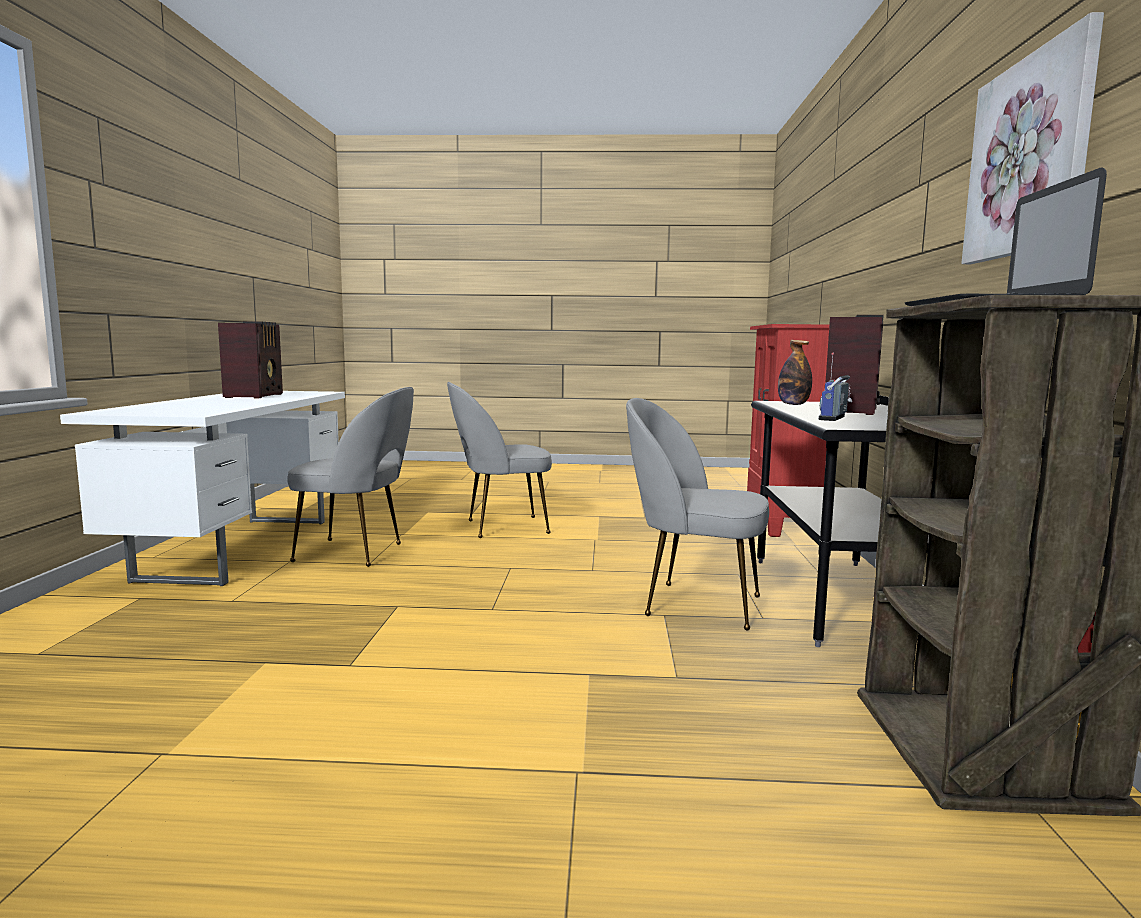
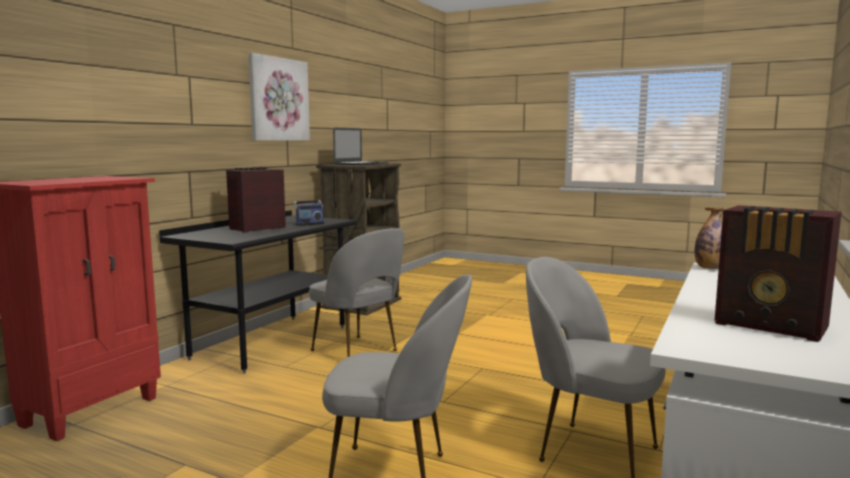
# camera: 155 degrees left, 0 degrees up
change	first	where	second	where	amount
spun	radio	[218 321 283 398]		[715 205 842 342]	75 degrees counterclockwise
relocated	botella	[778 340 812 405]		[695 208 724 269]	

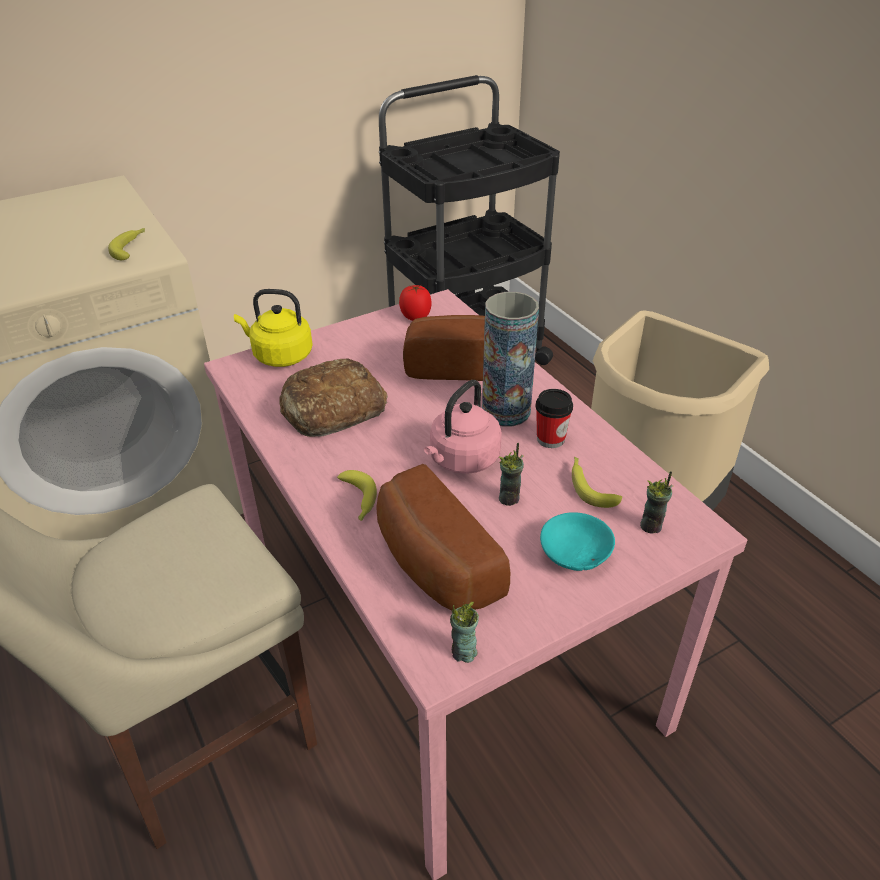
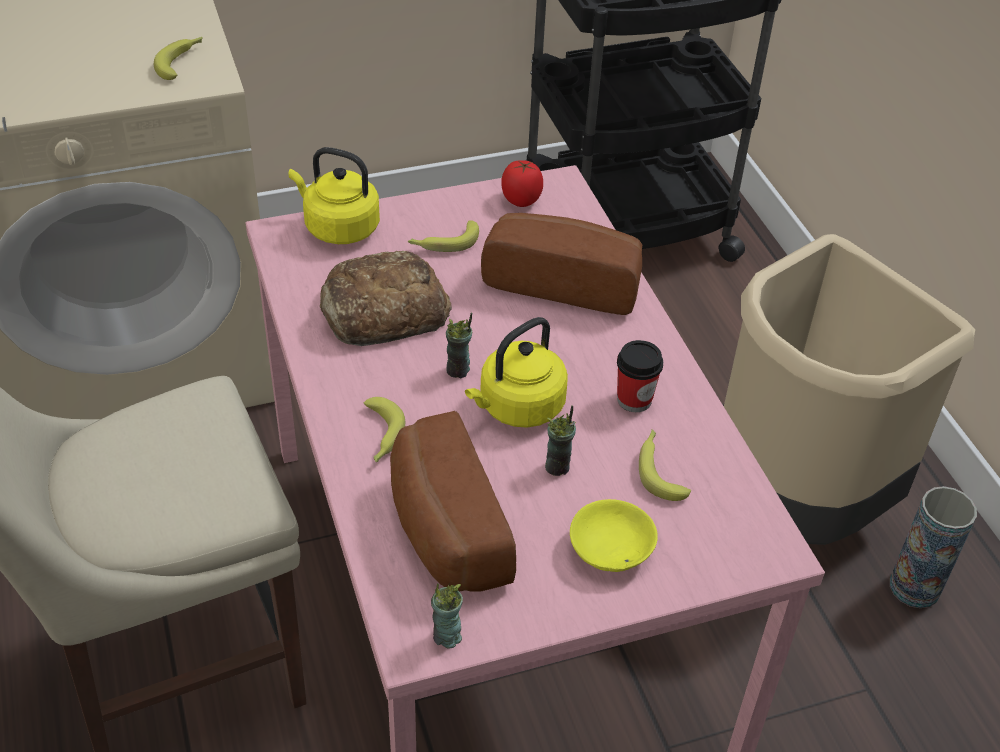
# camera: 10 degrees right, 5 degrees up
change	first	where	second	where	amount
colour	hervidor/rosa	[424 380 502 474]	hervidor/amarillo	[465 317 568 428]	
relocated	florero	[482 292 539 427]		[890 486 977 608]	
colour	cuenco/turquesa	[540 512 615 571]	cuenco/amarillo	[570 499 658 572]	
relocated	taza	[640 471 673 533]		[446 313 472 378]	
appeared			plátano	[408 220 479 252]	

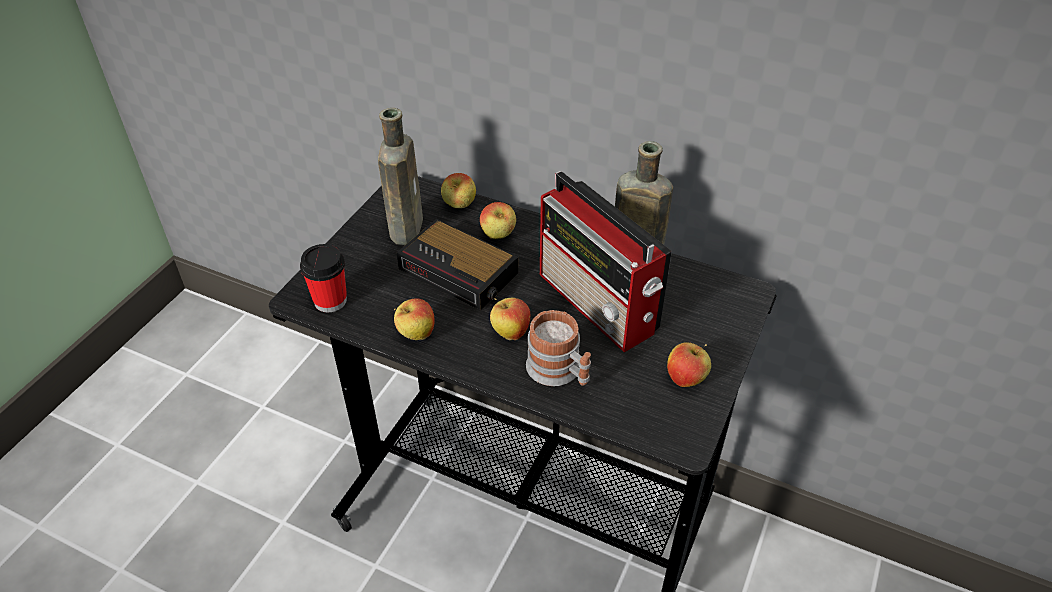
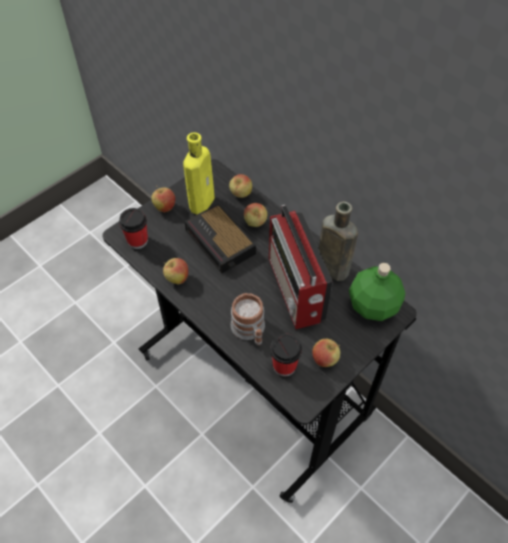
# camera: 20 degrees right, 10 degrees up
change	first	where	second	where	amount
colour	botella/marrón	[378 108 423 245]	botella/amarillo	[183 132 215 214]	
relocated	manzana	[490 298 531 340]		[151 186 175 212]	
appeared			taza	[270 334 302 376]	
appeared			botella/verde	[349 263 405 321]	

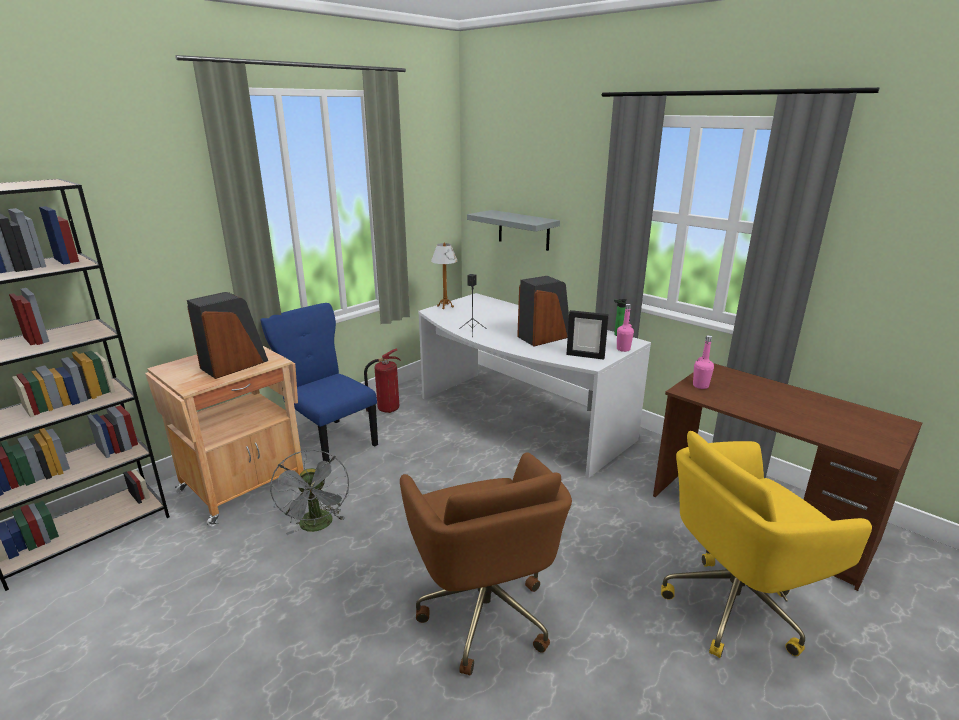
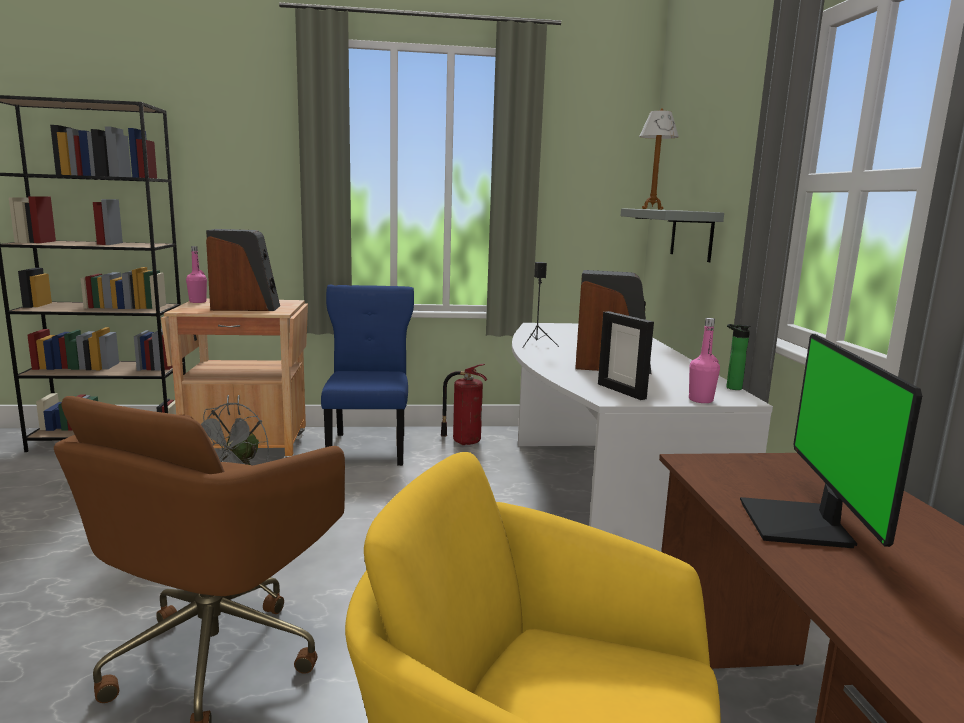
# camera: 40 degrees right, 10 degrees down
change	first	where	second	where	amount
relocated	lámpara de mesa	[431 243 458 309]		[639 108 679 210]	
relocated	botella/rosa	[693 335 714 389]		[186 246 207 303]	
appeared			monitor	[740 334 922 548]	

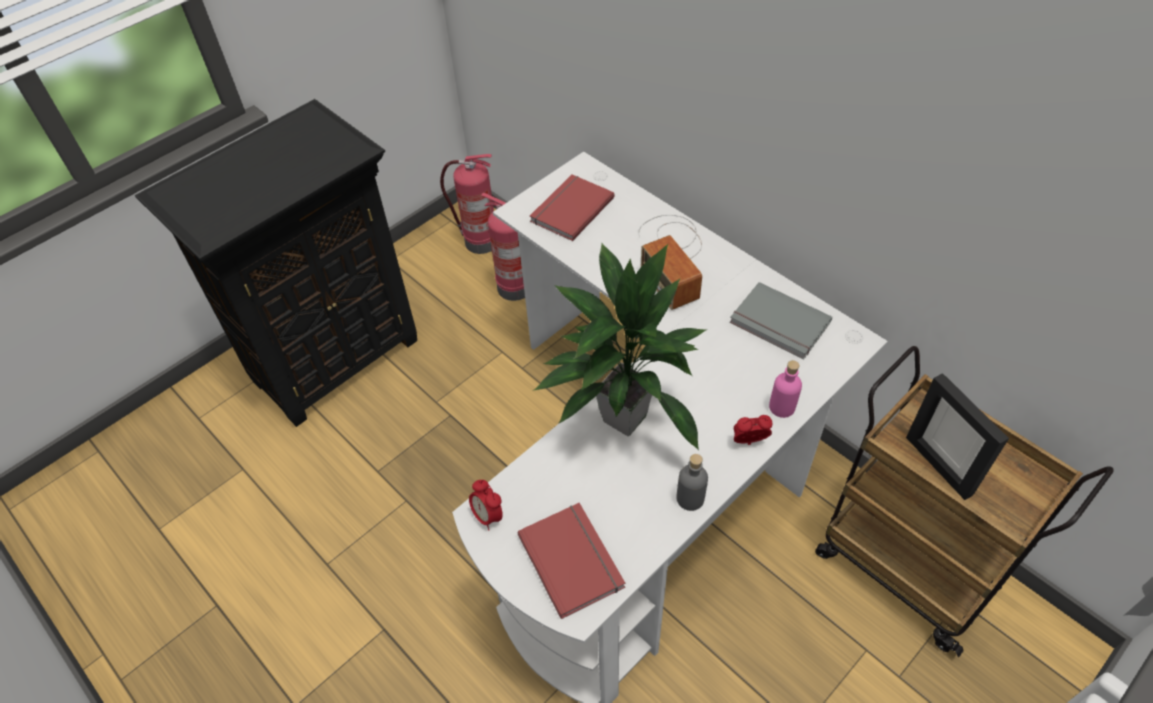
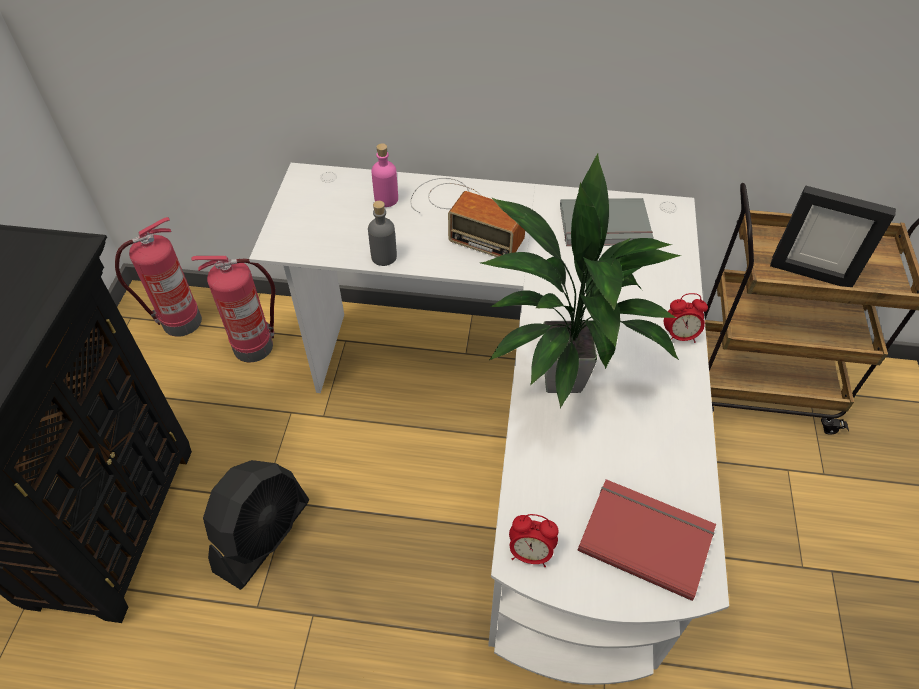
# camera: 40 degrees left, 0 degrees up
change	first	where	second	where	amount
missing	libro/rojo	[530 174 614 241]			
relocated	botella/gris	[676 454 708 511]		[368 201 397 266]	
spun	despertador	[734 415 772 445]		[664 293 708 343]	135 degrees counterclockwise
relocated	botella/rosa	[769 360 802 418]		[371 143 398 207]	
appeared			ventilador/negro	[203 460 309 590]	

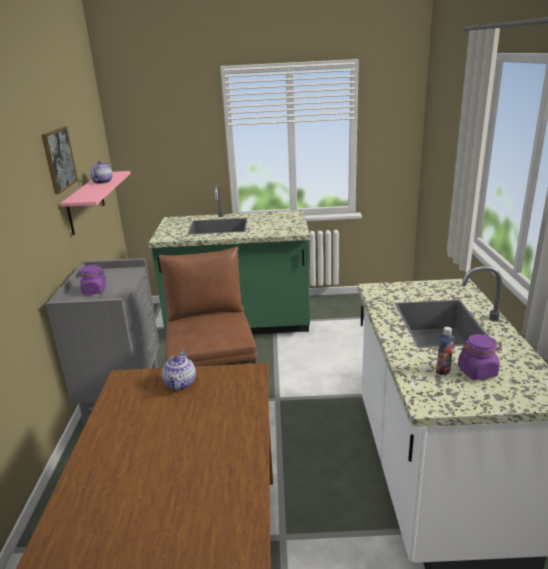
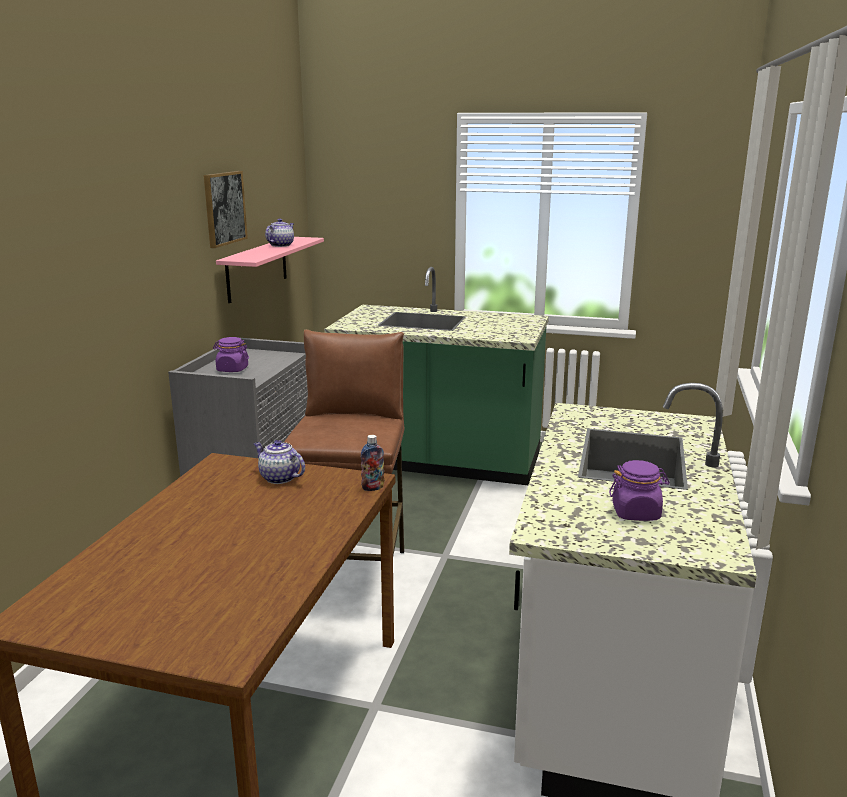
# camera: 15 degrees right, 5 degrees down
change	first	where	second	where	amount
spun	tetera	[162 350 196 391]		[254 440 305 484]	105 degrees clockwise
relocated	botella	[436 327 454 375]		[361 435 384 491]	

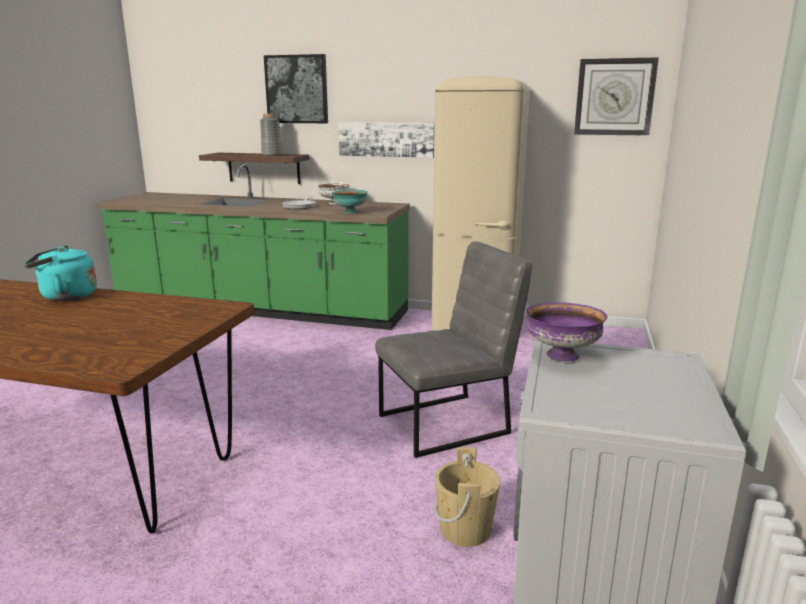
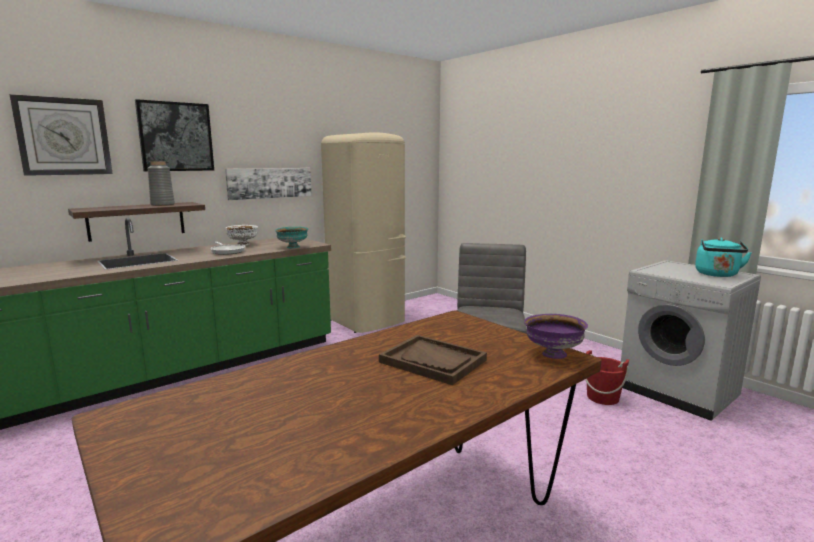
# camera: 55 degrees left, 5 degrees down
change	first	where	second	where	amount
relocated	hervidor/turquesa	[24 245 97 301]		[695 238 752 277]	
colour	cubo/beis	[434 447 500 547]	cubo/rojo	[585 350 629 405]	
relocated	cuenco/morado	[526 302 608 361]		[524 314 588 359]	
relocated	reloj de pared	[574 57 659 136]		[10 94 113 176]	
appeared			bandeja/marrón	[379 335 487 385]	

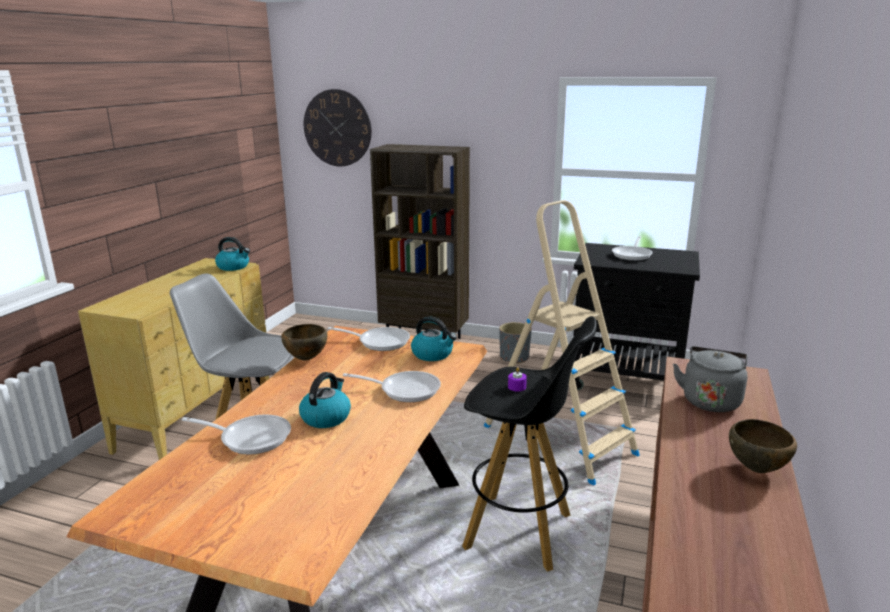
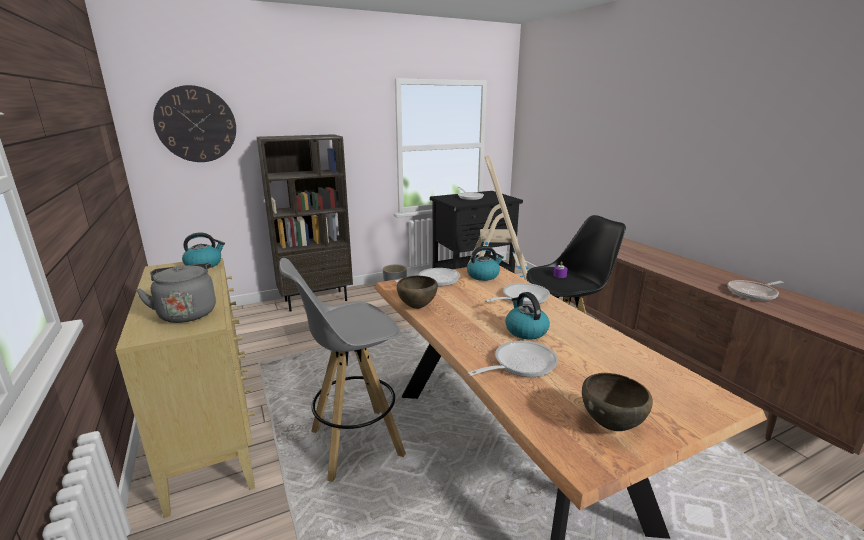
# camera: 45 degrees left, 0 degrees up
change	first	where	second	where	amount
relocated	hervidor/gris	[673 346 748 412]		[136 263 216 323]	
relocated	cuenco/marrón	[729 419 797 473]		[582 373 653 431]	
appeared			sartén	[727 280 783 301]	

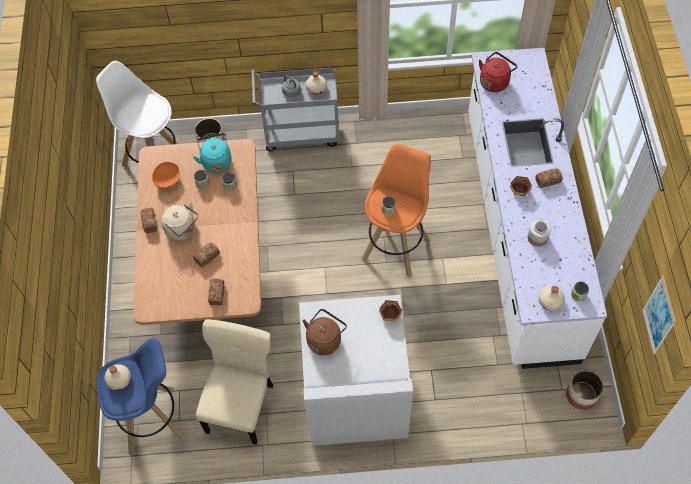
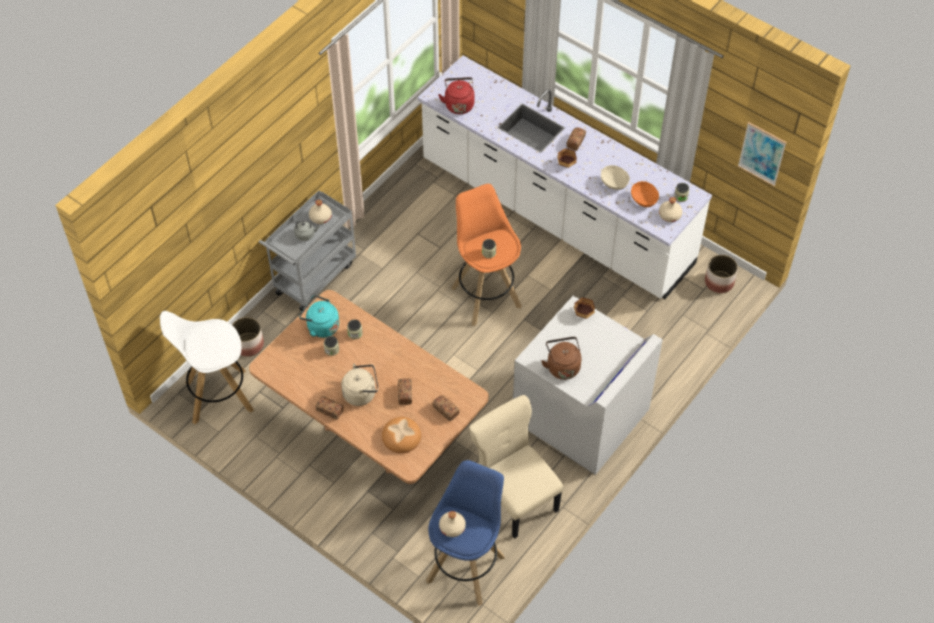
# camera: 50 degrees left, 5 degrees down
change	first	where	second	where	amount
relocated	cuenco/naranja	[152 162 180 189]		[631 181 659 207]	
exchanged	tarro	[528 220 551 247]	cuenco/beis	[601 165 630 190]	
appeared			pan	[382 417 421 453]	

